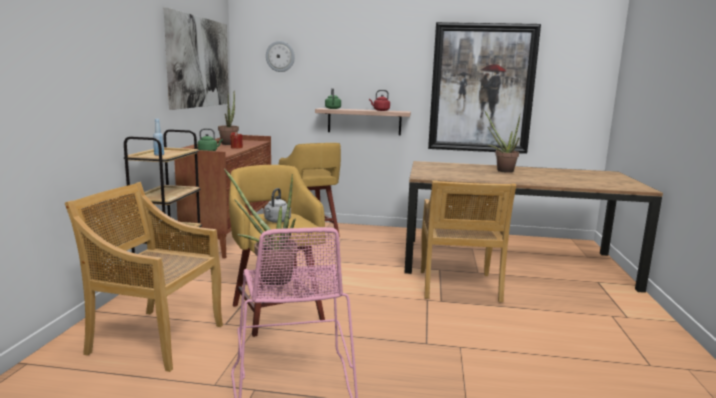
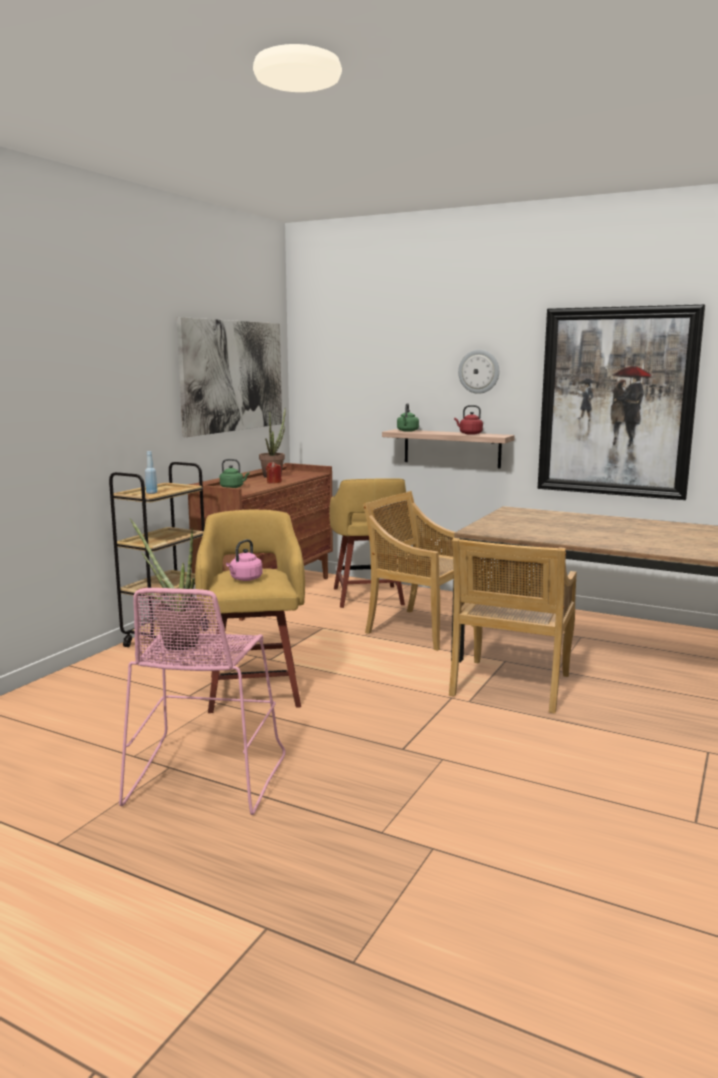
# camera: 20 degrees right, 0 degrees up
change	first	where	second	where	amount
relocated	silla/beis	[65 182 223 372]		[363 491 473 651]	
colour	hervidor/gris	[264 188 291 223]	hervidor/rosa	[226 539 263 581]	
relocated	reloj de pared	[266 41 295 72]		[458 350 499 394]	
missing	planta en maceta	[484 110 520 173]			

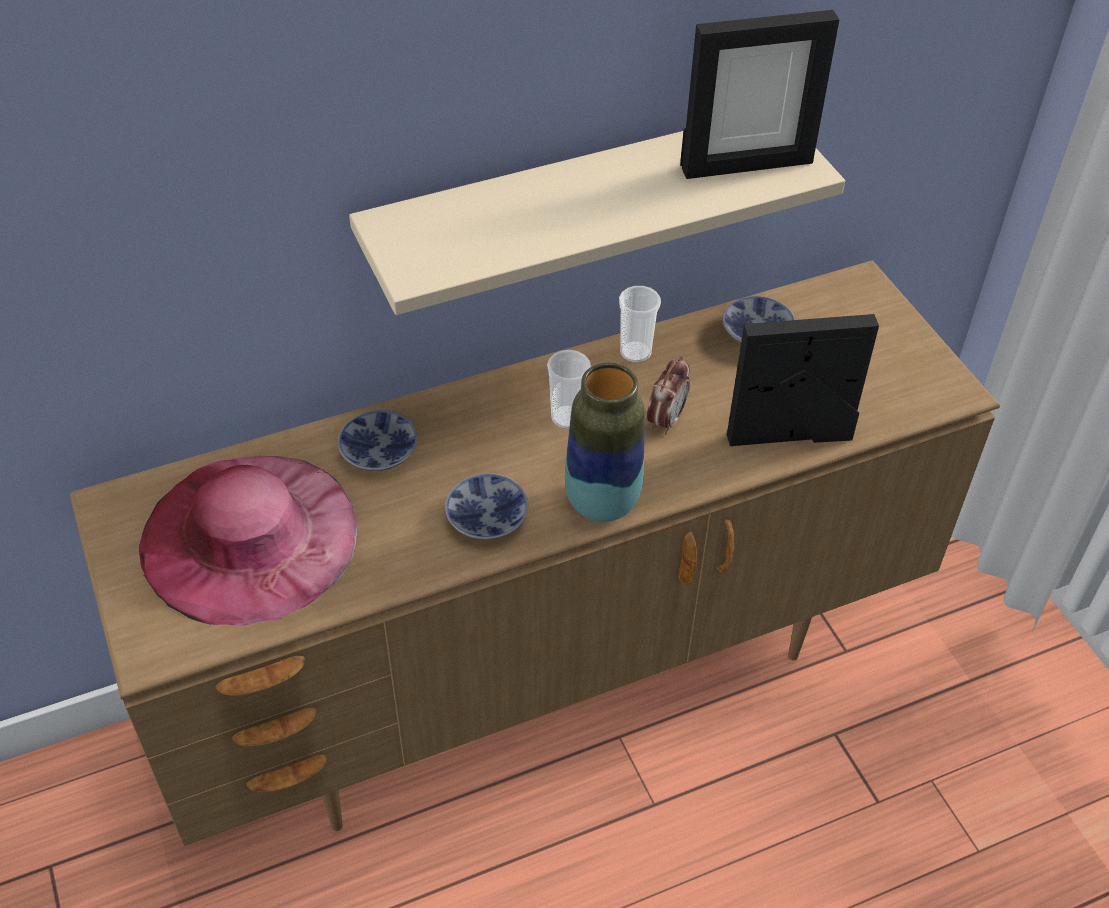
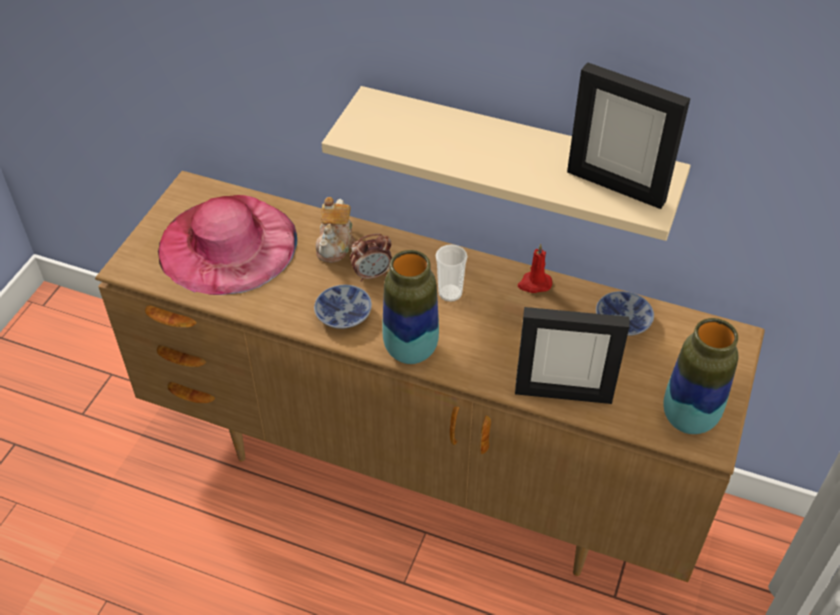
# camera: 45 degrees right, 0 degrees up
change	first	where	second	where	amount
exchanged	cuenco	[338 410 418 471]	tetera	[315 197 355 263]	
exchanged	taza	[619 286 661 363]	vela/rojo	[518 244 552 293]	
relocated	despertador	[647 356 690 435]		[350 234 392 282]	
spun	portarretratos	[727 314 879 446]		[515 307 629 404]	150 degrees clockwise
appeared			florero	[663 318 738 434]	

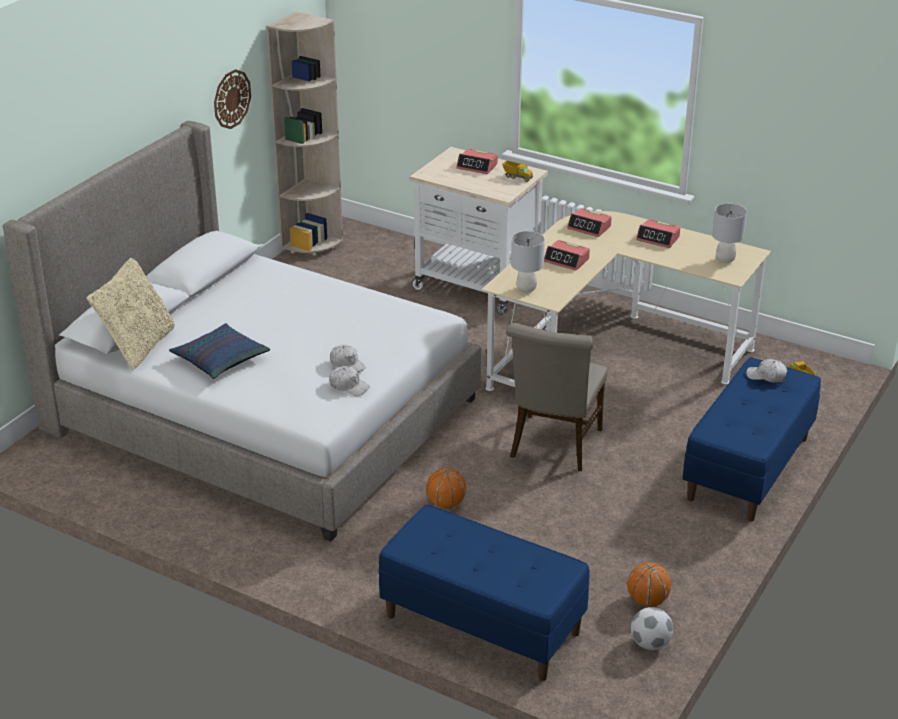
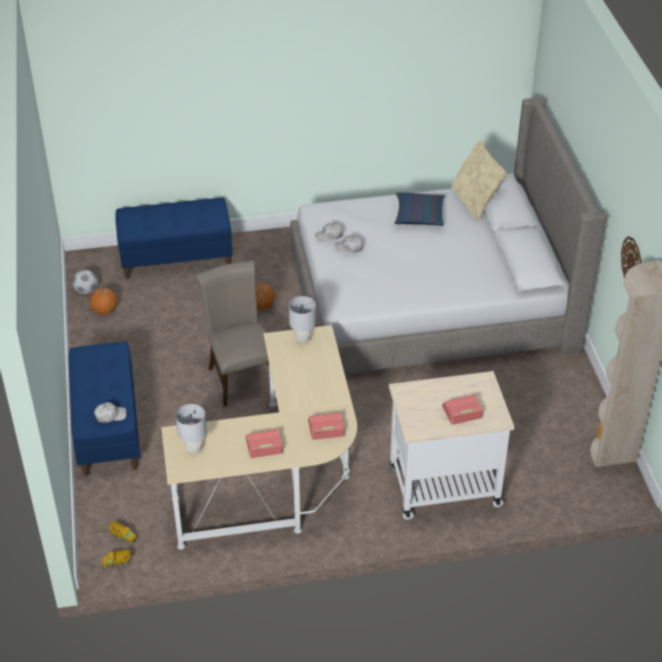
# camera: 140 degrees right, 10 degrees up
change	first	where	second	where	amount
relocated	camión de juguete	[502 161 533 182]		[102 549 131 569]	
missing	despertador	[544 240 590 271]			

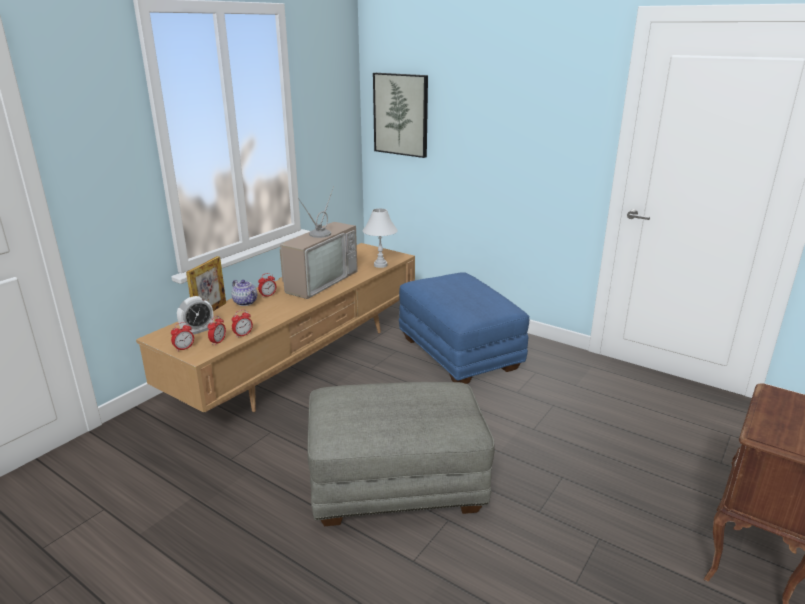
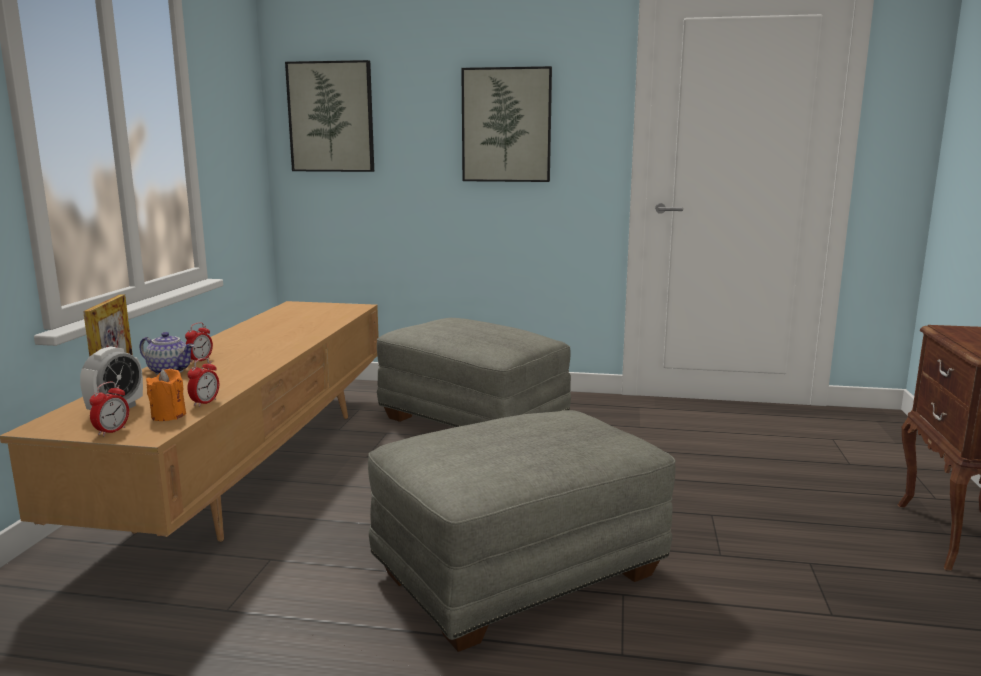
# camera: 25 degrees left, 10 degrees down
change	first	where	second	where	amount
exchanged	despertador	[208 316 226 346]	vela/naranja	[146 369 186 421]	
missing	televisor	[280 186 358 299]			
missing	lámpara de mesa/blanco	[363 208 398 268]			
colour	puf/azul	[399 272 530 384]	puf/gris	[377 318 571 427]	
appeared			cuadro	[461 66 552 182]	

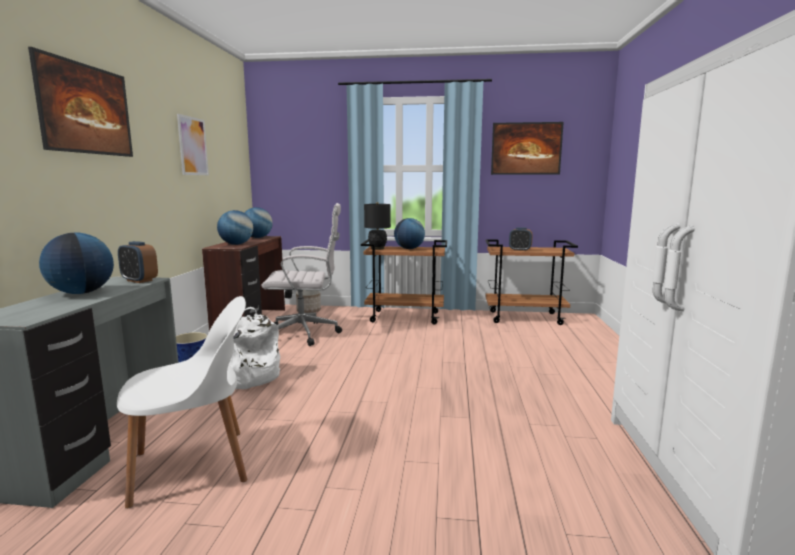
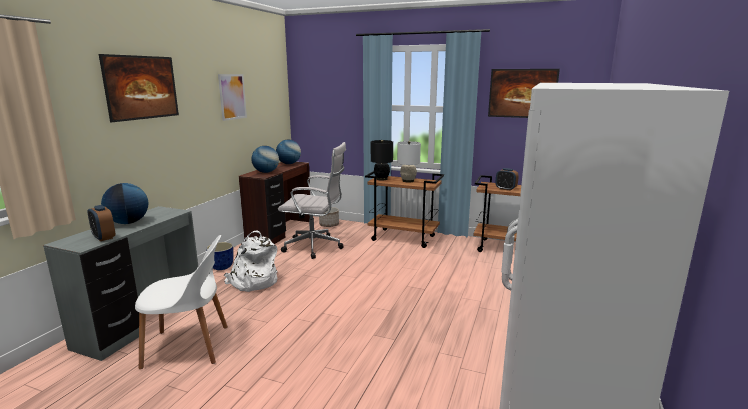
# camera: 15 degrees right, 5 degrees up
change	first	where	second	where	amount
relocated	despertador	[118 241 158 283]		[88 205 115 241]	
exchanged	globo terráqueo	[394 218 425 249]	lámpara de mesa/blanco	[397 141 421 183]	

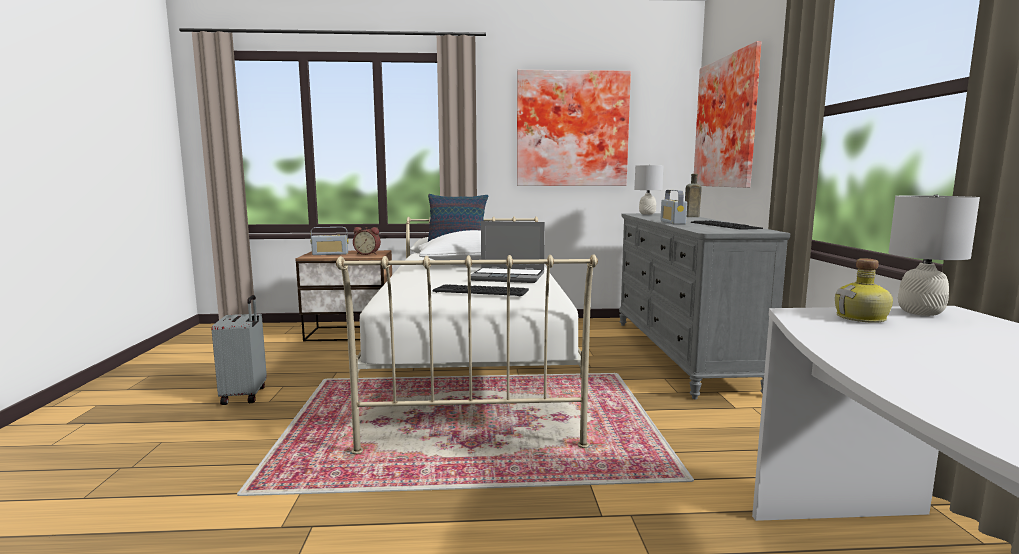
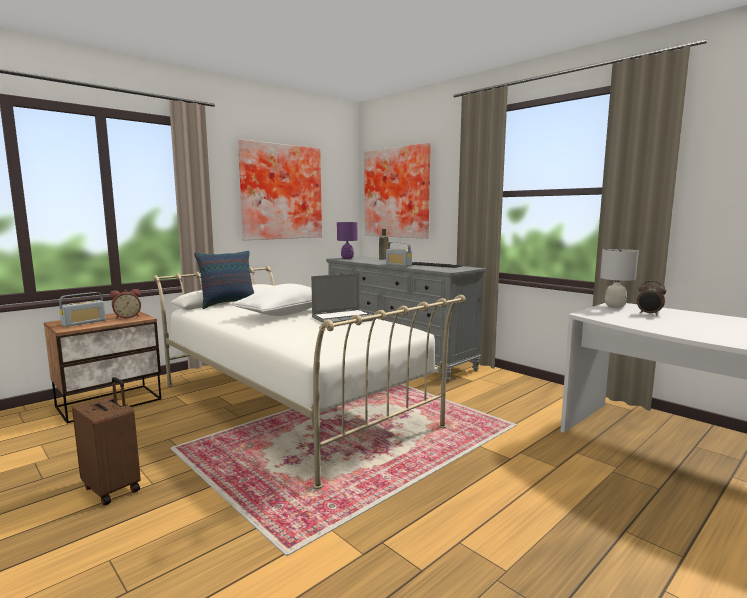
# camera: 40 degrees left, 0 degrees up
change	first	where	second	where	amount
colour	maleta/gris	[211 295 267 405]	maleta/marrón	[72 377 141 505]	
missing	teclado	[433 284 529 297]			
colour	lámpara de mesa/gris	[634 165 664 215]	lámpara de mesa/morado	[337 222 357 259]	
missing	botella	[835 258 893 323]			
appeared			despertador	[637 281 666 316]	

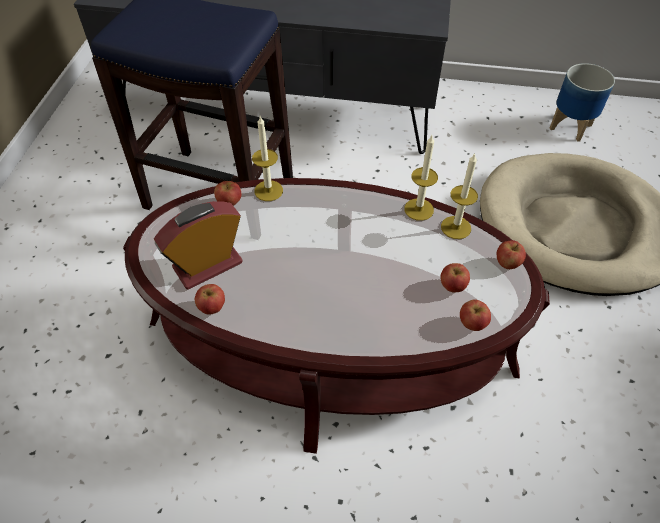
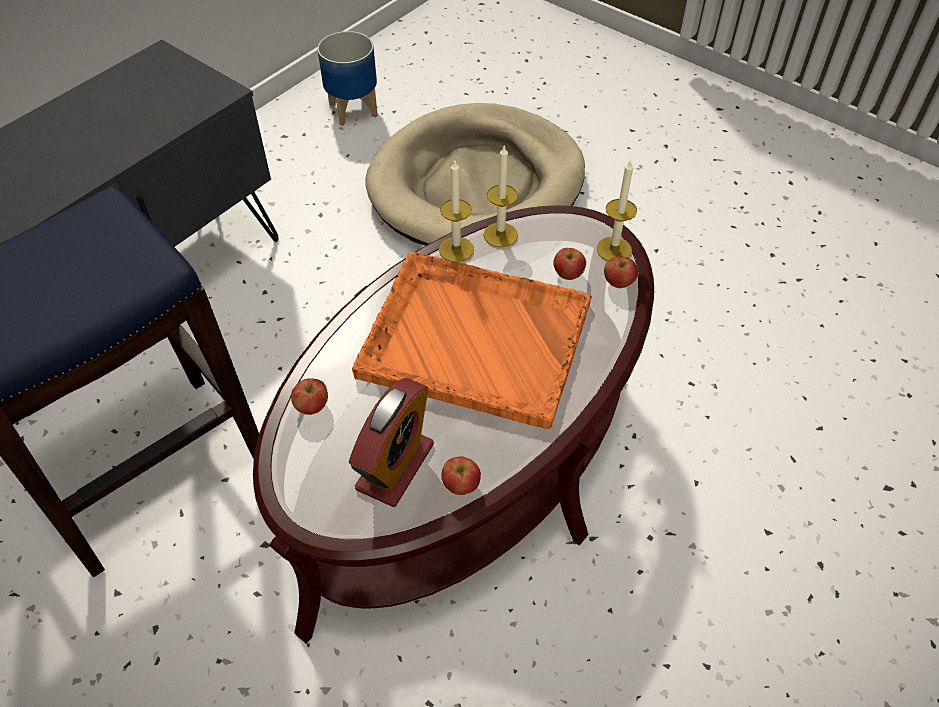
# camera: 60 degrees left, 0 degrees up
change	first	where	second	where	amount
spun	despertador	[154 201 243 289]		[349 378 434 507]	150 degrees counterclockwise
relocated	vela	[252 116 283 201]		[597 159 637 261]	
missing	manzana	[497 240 526 269]			
appeared			bandeja/naranja	[352 252 592 429]	

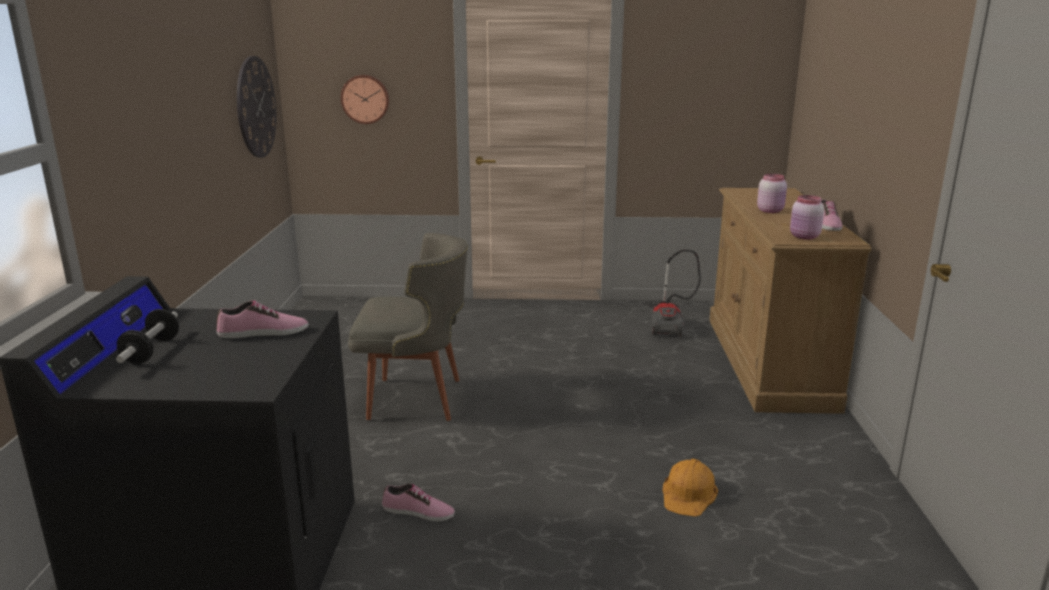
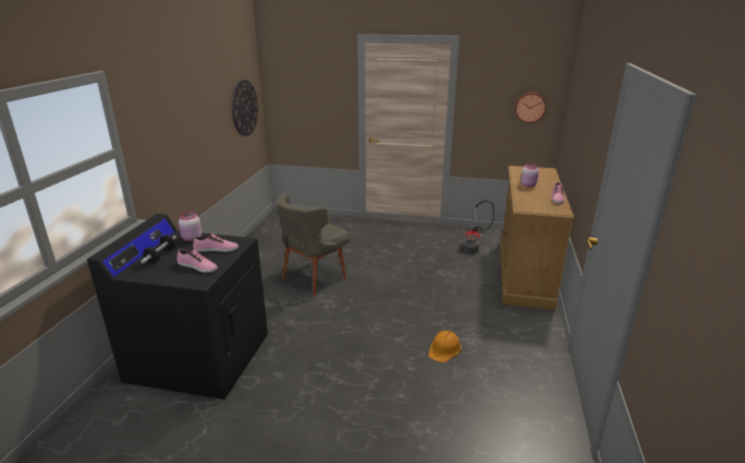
# camera: 10 degrees right, 5 degrees up
change	first	where	second	where	amount
relocated	reloj de pared	[341 75 389 124]		[515 92 546 123]	
spun	silla/gris	[348 233 468 421]		[276 193 350 296]	120 degrees clockwise
relocated	zapato	[382 484 455 521]		[177 249 218 273]	
relocated	tarro/rosa	[790 195 824 240]		[178 212 202 242]	

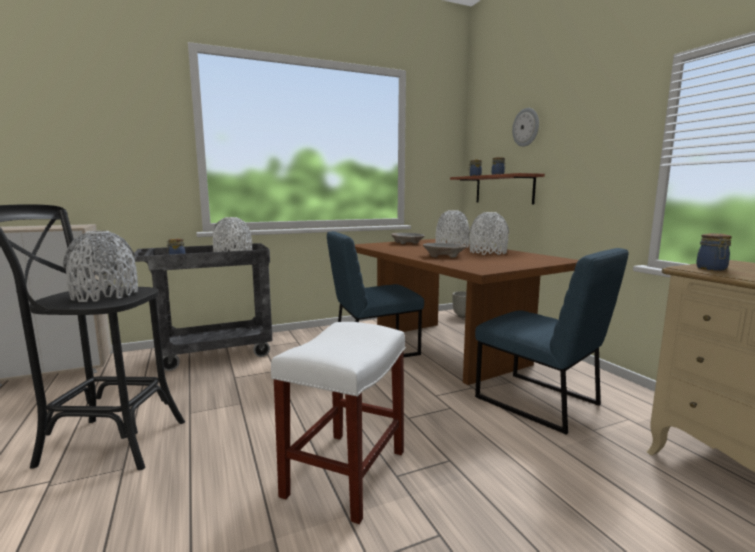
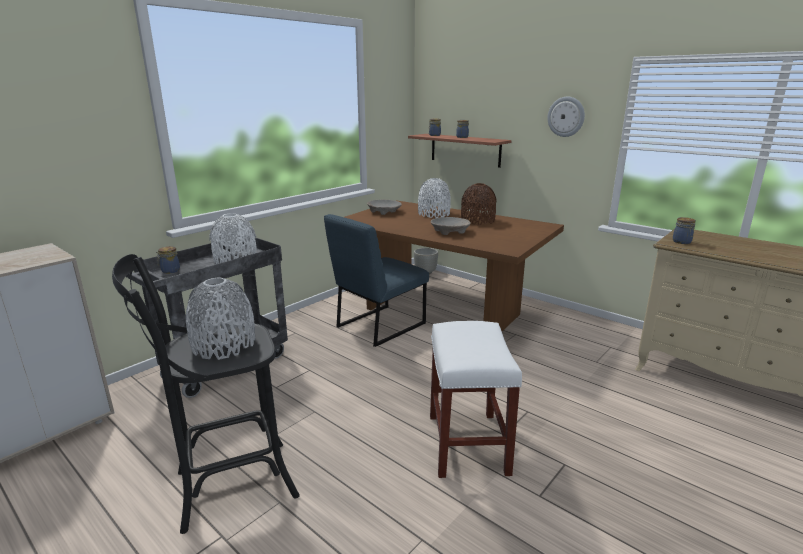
# camera: 25 degrees left, 10 degrees up
change	first	where	second	where	amount
colour	florero/blanco	[469 212 509 255]	florero/marrón	[461 183 497 225]	
missing	silla/azul	[475 248 629 435]			
relocated	reloj de pared	[512 108 539 147]		[547 96 585 137]	

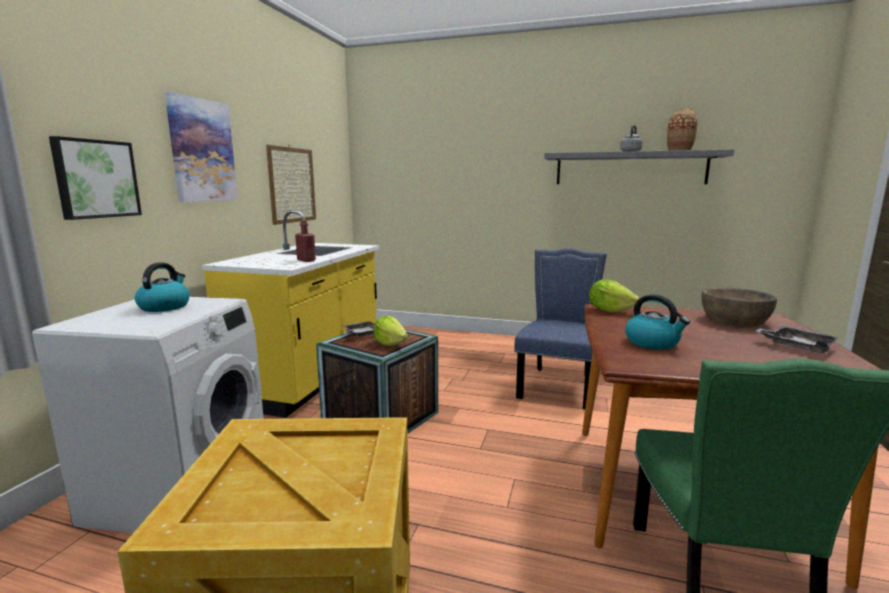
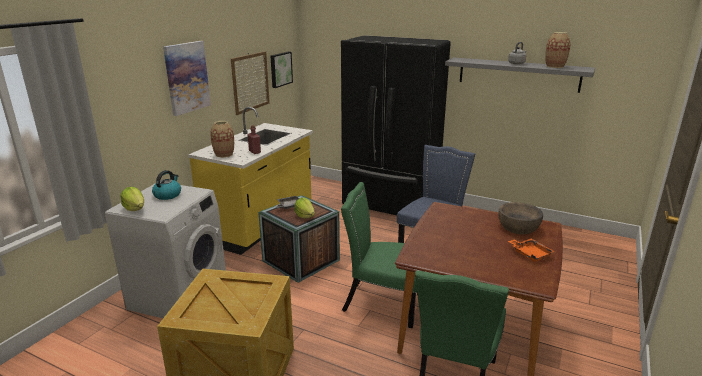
# camera: 10 degrees right, 10 degrees up
change	first	where	second	where	amount
relocated	cuadro	[49 136 142 220]		[270 51 293 88]	
relocated	lechuga	[589 279 640 312]		[121 187 144 211]	
missing	hervidor	[625 294 690 350]			
colour	bandeja/gris	[756 326 838 354]	bandeja/naranja	[508 238 555 262]	
appeared			florero	[210 121 234 158]	
appeared			nevera/negro	[341 35 451 215]	
appeared			silla/verde	[341 182 417 328]	

